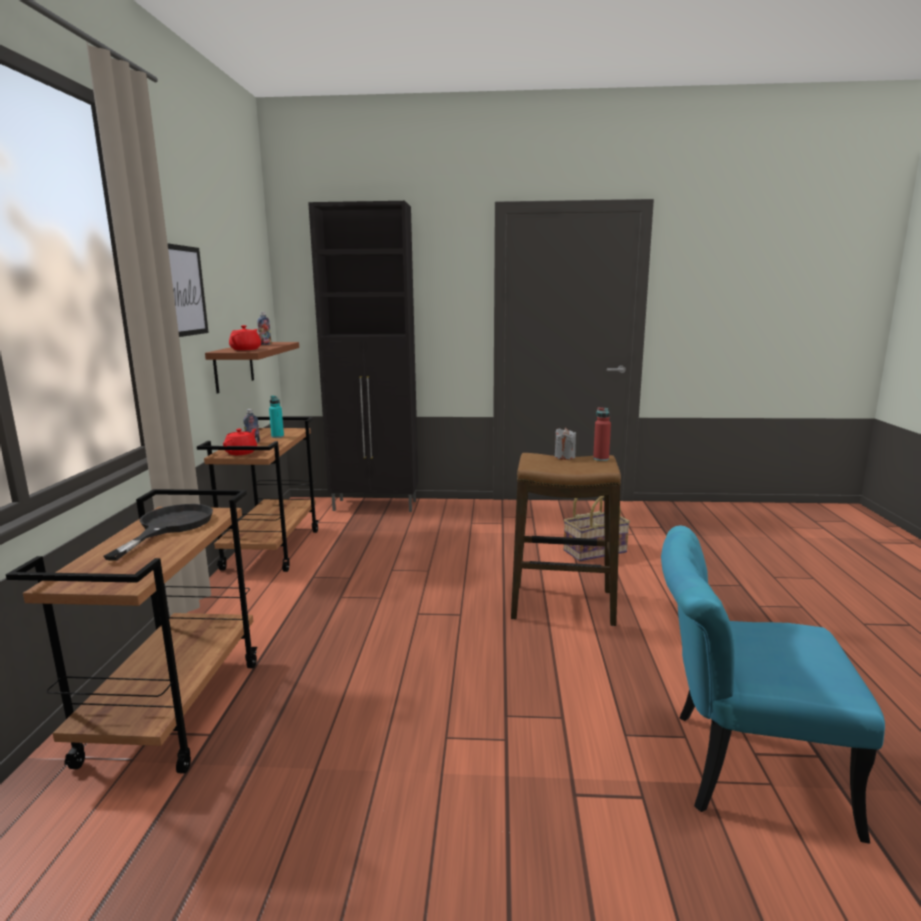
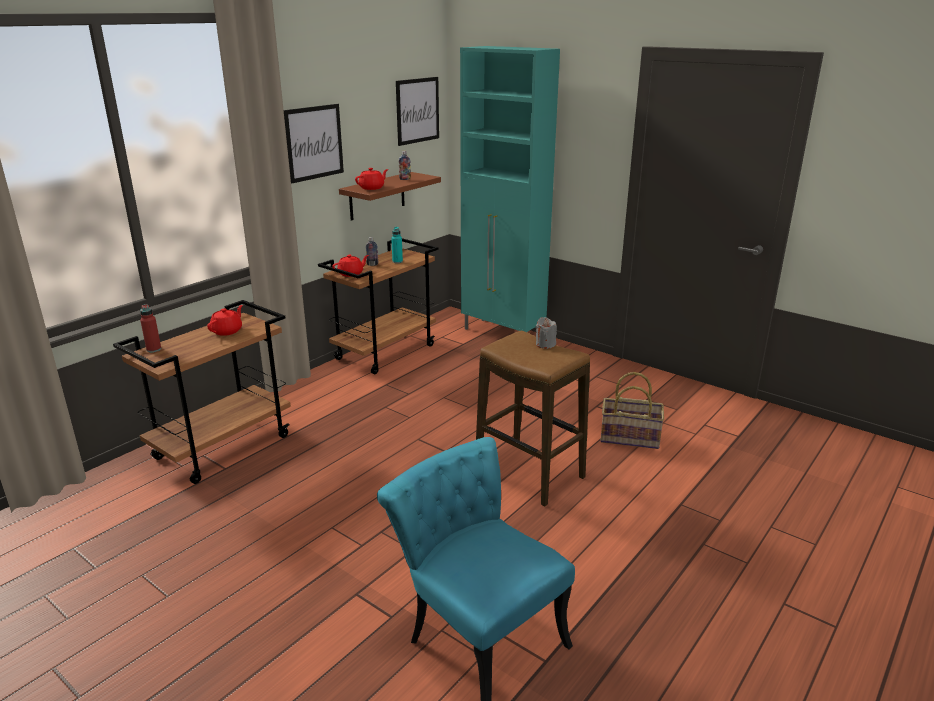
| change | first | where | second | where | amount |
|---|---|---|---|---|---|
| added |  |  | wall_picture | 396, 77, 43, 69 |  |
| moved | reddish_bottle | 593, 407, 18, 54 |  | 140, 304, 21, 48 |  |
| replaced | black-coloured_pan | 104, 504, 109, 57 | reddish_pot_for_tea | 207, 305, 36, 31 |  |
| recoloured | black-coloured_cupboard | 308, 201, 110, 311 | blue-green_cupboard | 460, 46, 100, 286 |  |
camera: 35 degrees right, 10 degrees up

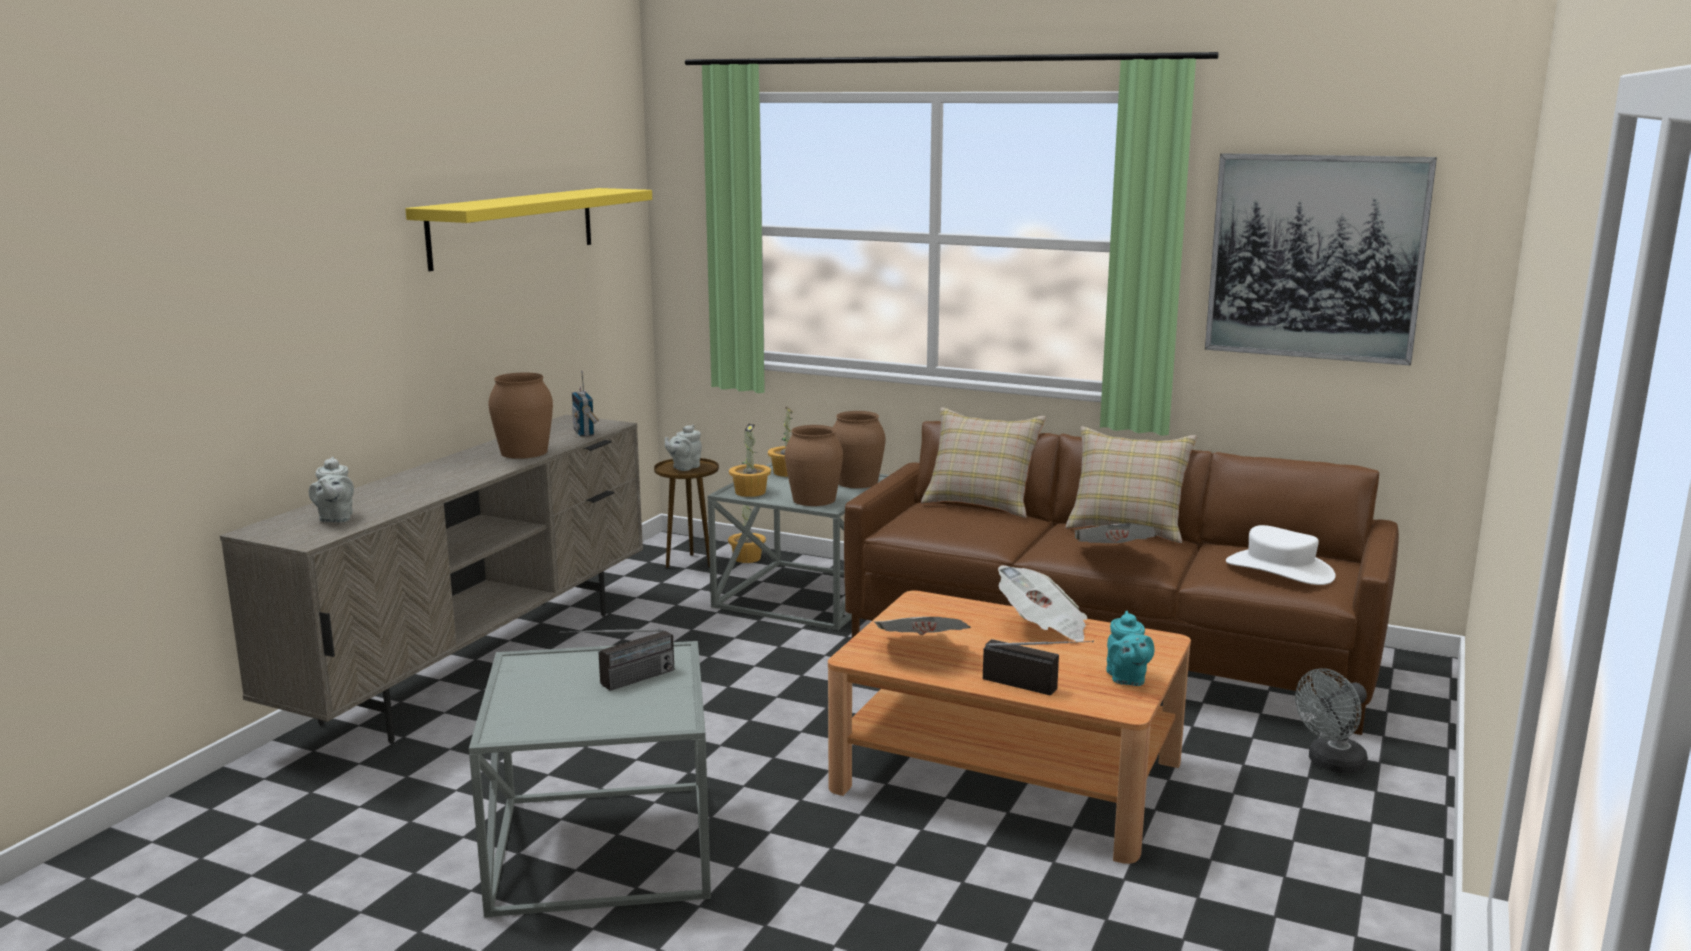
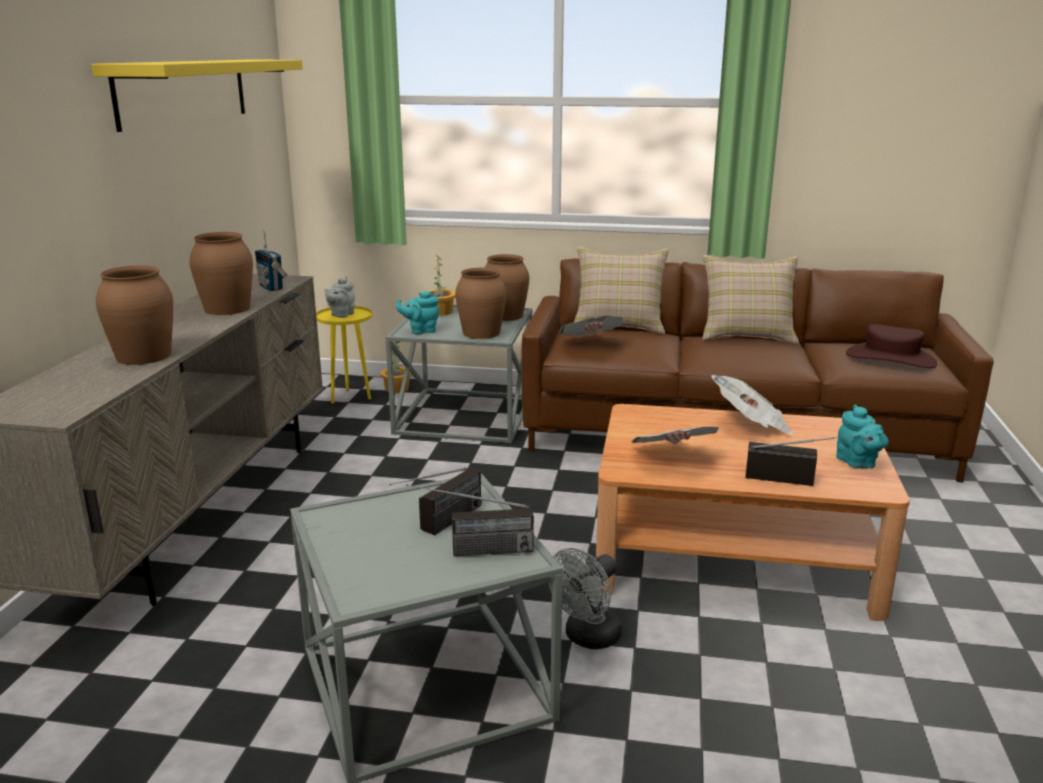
| change | first | where | second | where | amount |
|---|---|---|---|---|---|
| removed | gray_pot_for_tea | 309, 457, 45, 66 |  |  |  |
| removed | wall_picture | 1205, 153, 232, 213 |  |  |  |
| added |  |  | brownish_vase | 96, 265, 77, 100 |  |
| added |  |  | radio | 406, 484, 128, 72 |  |
| moved | printed_paper | 1074, 523, 83, 20 |  | 559, 316, 65, 20 |  |
| moved | gray_fan | 1295, 668, 73, 105 |  | 548, 548, 74, 101 |  |
| replaced | houseplant | 729, 423, 42, 74 | blue-green_pot_for_tea | 396, 291, 44, 43 |  |
| recoloured | brownish_accent_table | 654, 458, 65, 110 | yellow-coloured_accent_table | 316, 306, 56, 98 |  |
| recoloured | white_wearable_hat | 1226, 525, 110, 60 | brownish_wearable_hat | 846, 324, 91, 44 |  |
camera: 15 degrees left, 5 degrees up

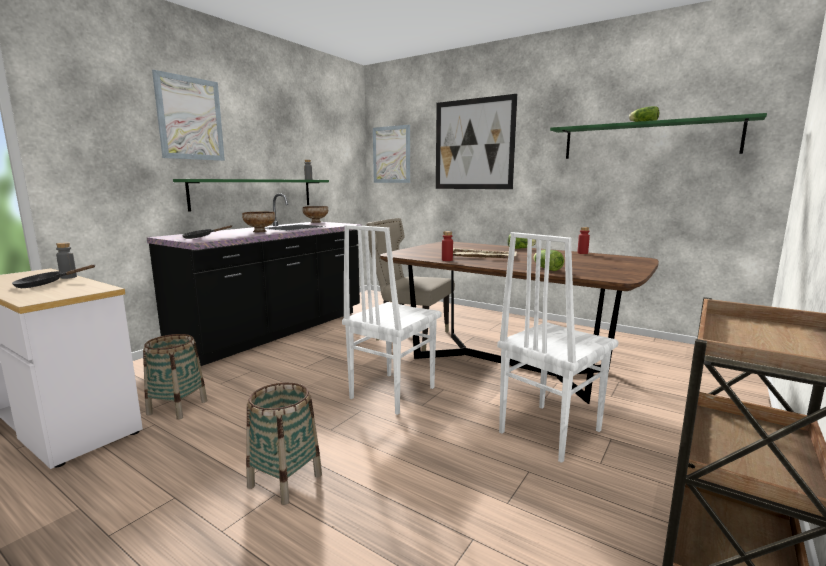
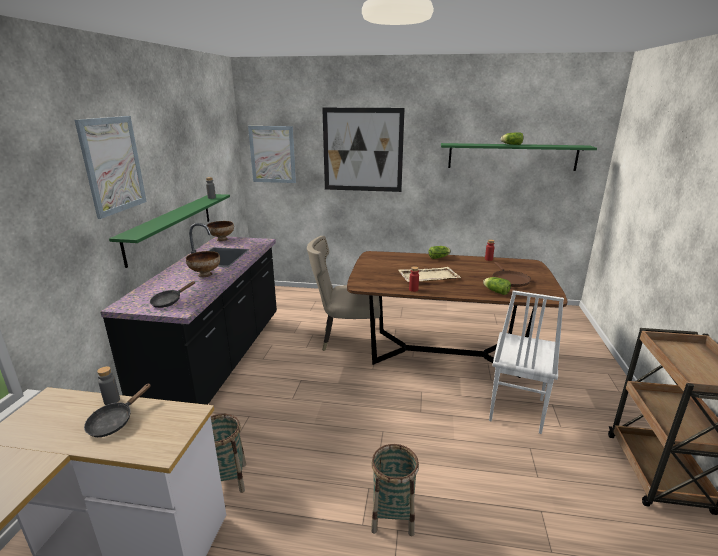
| change | first | where | second | where | amount |
|---|---|---|---|---|---|
| removed | white_chair | 342, 225, 100, 190 |  |  |  |
| added |  |  | brownish_pan | 493, 262, 38, 25 |  |
camera: 25 degrees left, 10 degrees up

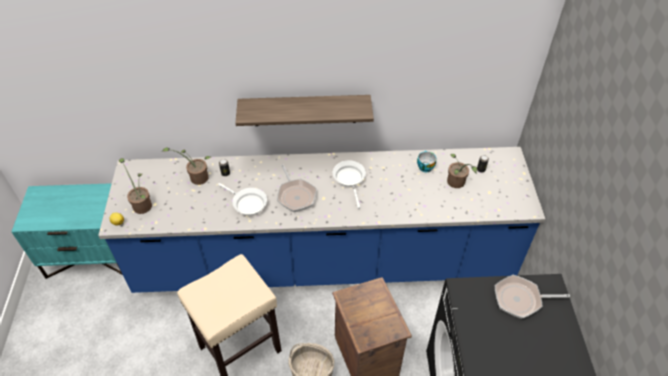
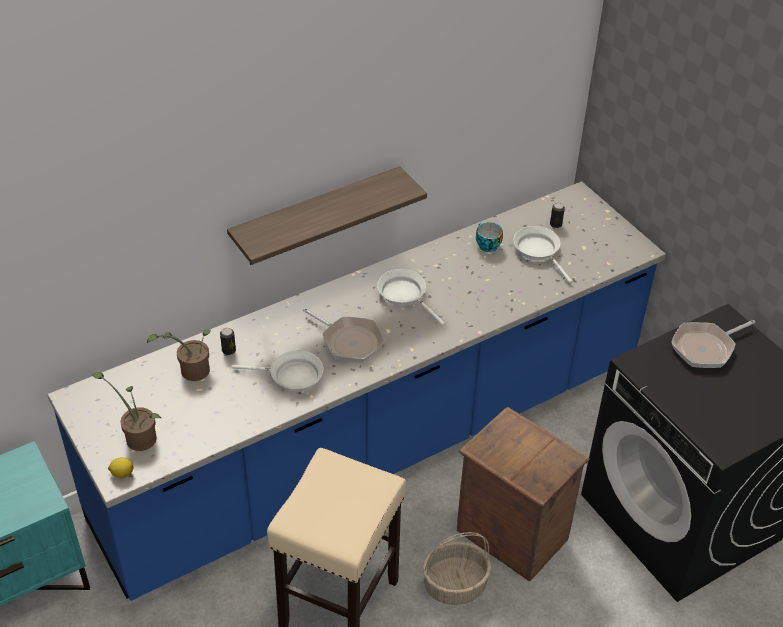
| change | first | where | second | where | amount |
|---|---|---|---|---|---|
| replaced | houseplant | 447, 154, 30, 34 | white_pan | 514, 226, 58, 57 |  |
camera: 30 degrees left, 5 degrees down

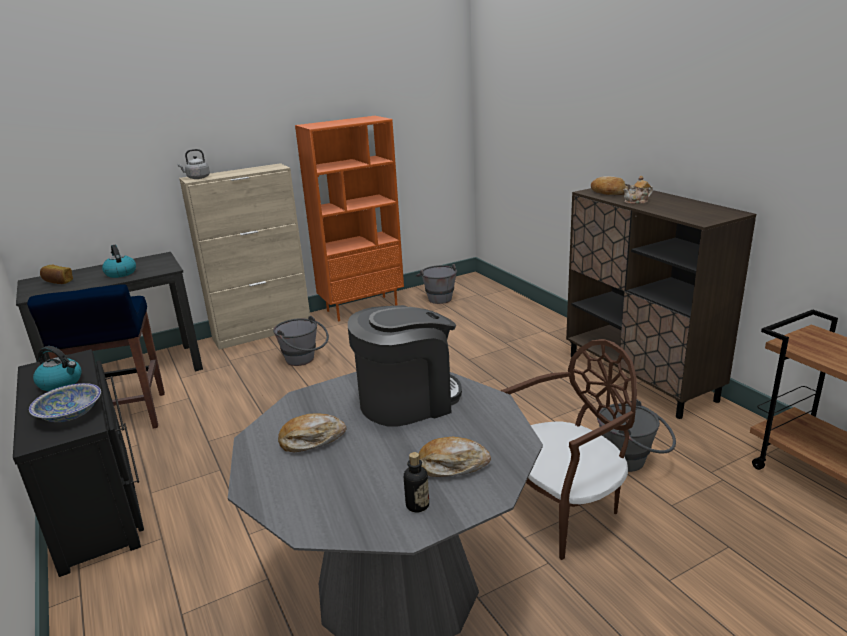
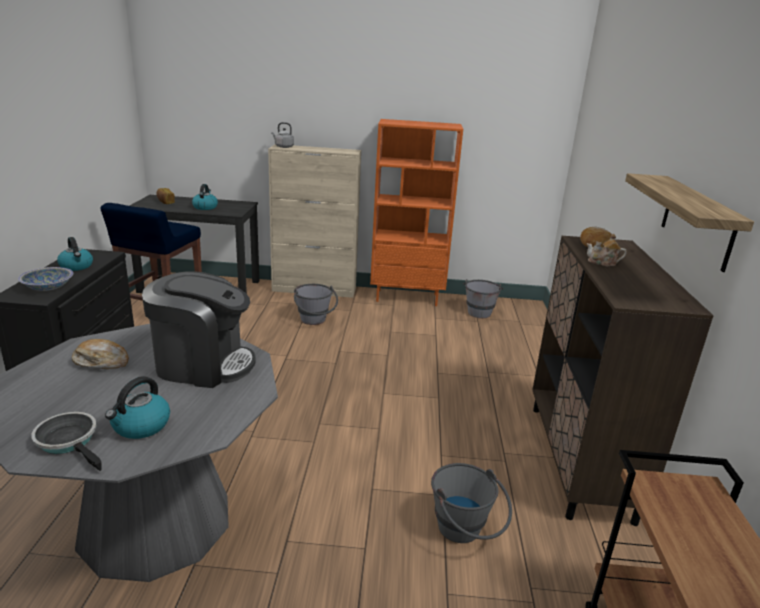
| change | first | where | second | where | amount |
|---|---|---|---|---|---|
| removed | brownish_chair | 501, 339, 136, 221 |  |  |  |
| added |  |  | shelf | 625, 173, 129, 99 |  |
| replaced | bottle | 404, 452, 25, 60 | pan | 31, 412, 71, 59 |  |
| replaced | bread | 419, 437, 72, 40 | kettle | 105, 376, 65, 63 |  |
camera: 30 degrees right, 0 degrees up

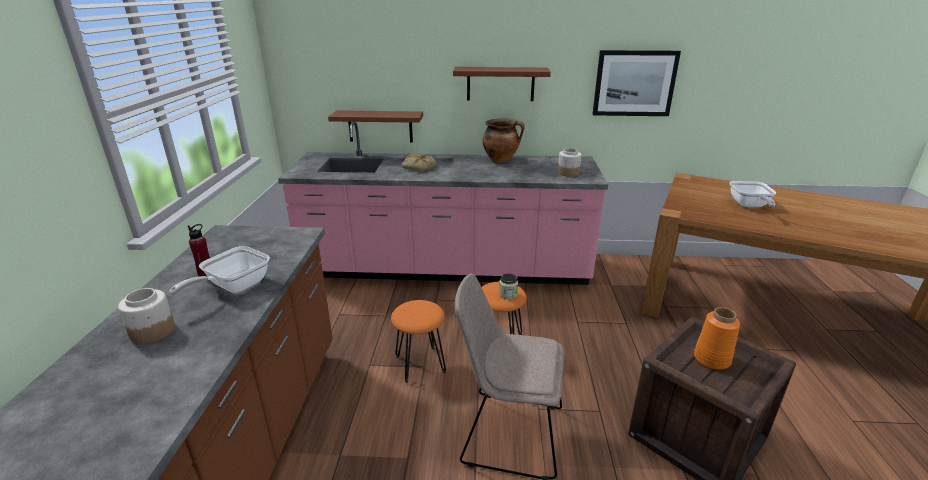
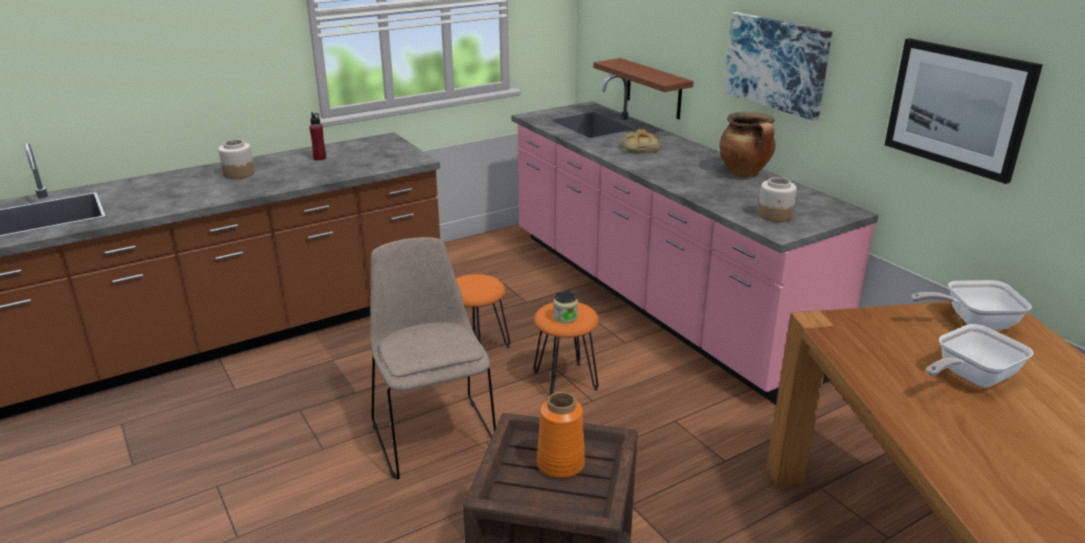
| change | first | where | second | where | amount |
|---|---|---|---|---|---|
| moved | pan | 169, 246, 101, 50 |  | 911, 280, 121, 50 |  |
| replaced | brownish_shelf | 453, 67, 98, 34 | wall_picture | 723, 12, 109, 109 |  |
camera: 55 degrees right, 0 degrees up

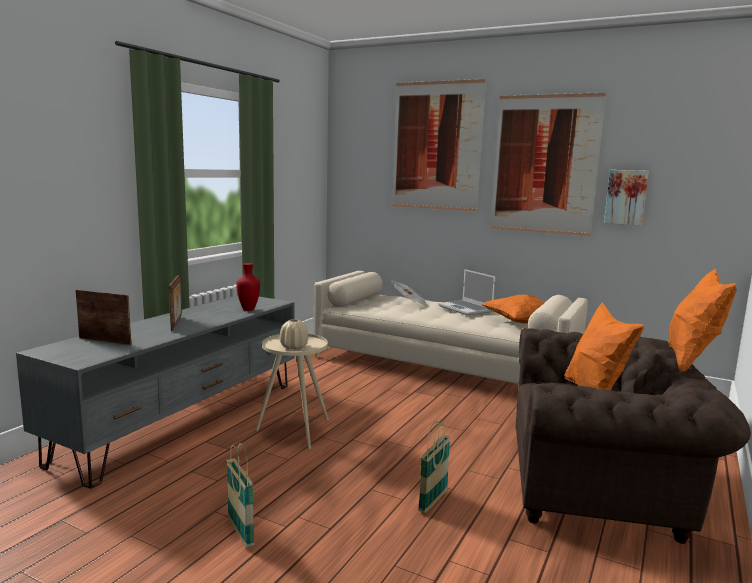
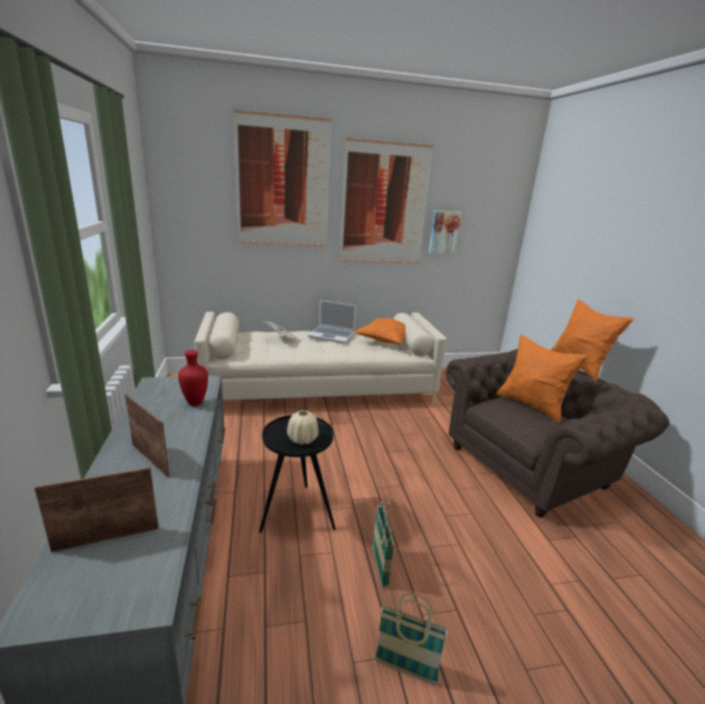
| change | first | where | second | where | amount |
|---|---|---|---|---|---|
| moved | household_basket | 418, 421, 32, 92 |  | 373, 500, 21, 87 |  |
| recoloured | beige-coloured_accent_table | 256, 334, 73, 115 | black-coloured_accent_table | 259, 415, 77, 118 |  |
camera: 40 degrees left, 10 degrees up

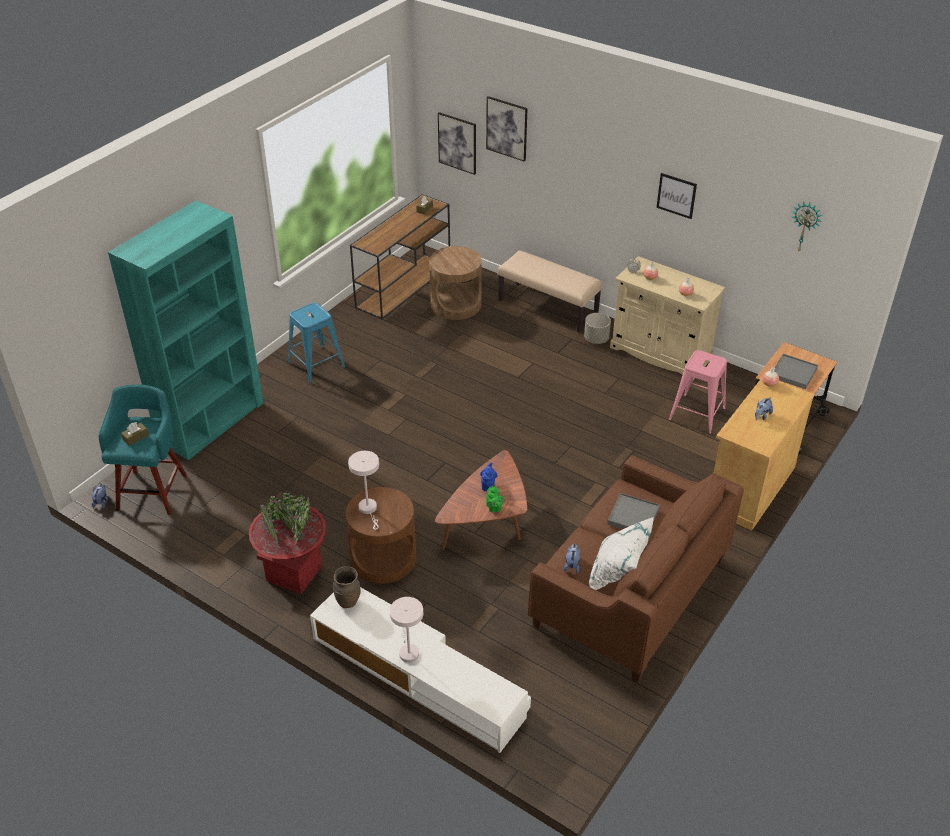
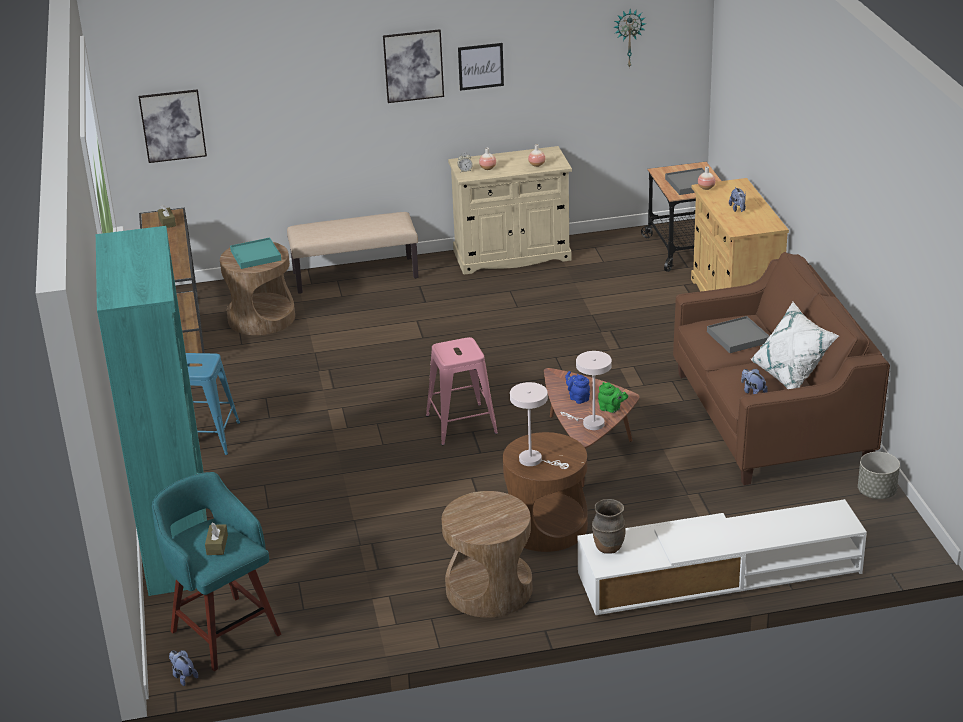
| change | first | where | second | where | amount |
|---|---|---|---|---|---|
| added |  |  | blue-green_serving_tray | 230, 237, 51, 32 |  |
| moved | white_table_lamp | 390, 597, 33, 66 |  | 560, 351, 52, 79 |  |
| moved | wall_picture | 486, 96, 42, 66 |  | 383, 29, 61, 74 |  |
| moved | gray_planter | 584, 313, 27, 31 |  | 858, 452, 42, 47 |  |
| moved | pink_stool_seat | 669, 350, 58, 84 |  | 426, 337, 72, 108 |  |
| replaced | reddish_planter | 249, 492, 77, 102 | brownish_accent_table | 442, 491, 90, 127 |  |
camera: 45 degrees left, 10 degrees down

